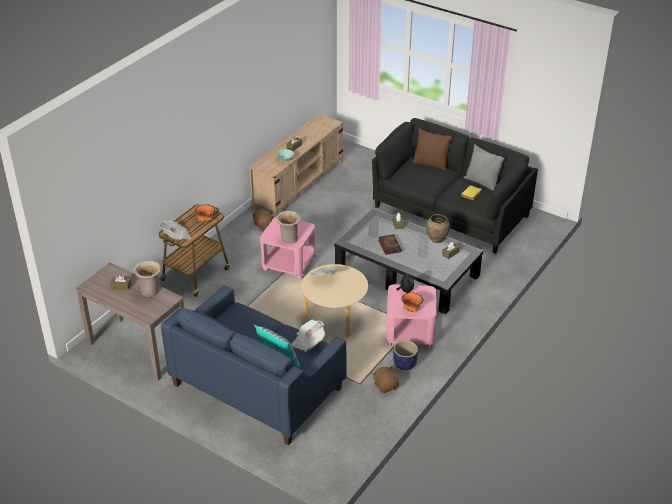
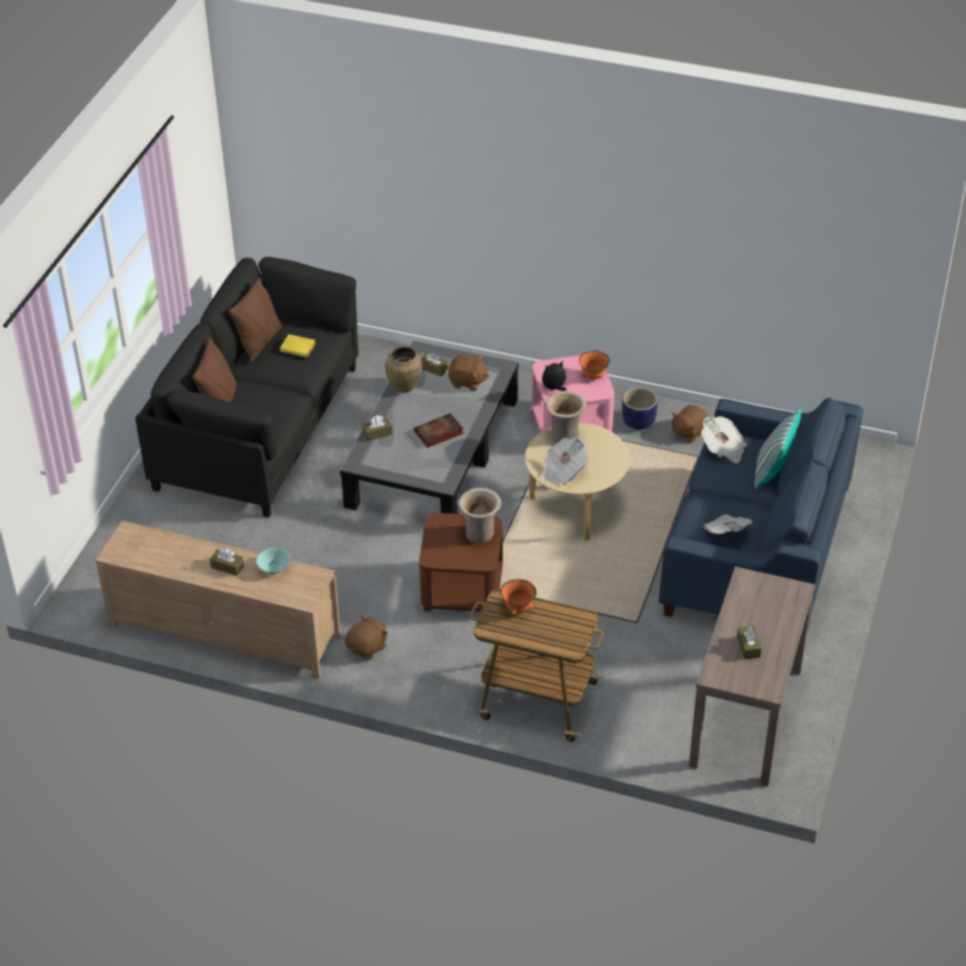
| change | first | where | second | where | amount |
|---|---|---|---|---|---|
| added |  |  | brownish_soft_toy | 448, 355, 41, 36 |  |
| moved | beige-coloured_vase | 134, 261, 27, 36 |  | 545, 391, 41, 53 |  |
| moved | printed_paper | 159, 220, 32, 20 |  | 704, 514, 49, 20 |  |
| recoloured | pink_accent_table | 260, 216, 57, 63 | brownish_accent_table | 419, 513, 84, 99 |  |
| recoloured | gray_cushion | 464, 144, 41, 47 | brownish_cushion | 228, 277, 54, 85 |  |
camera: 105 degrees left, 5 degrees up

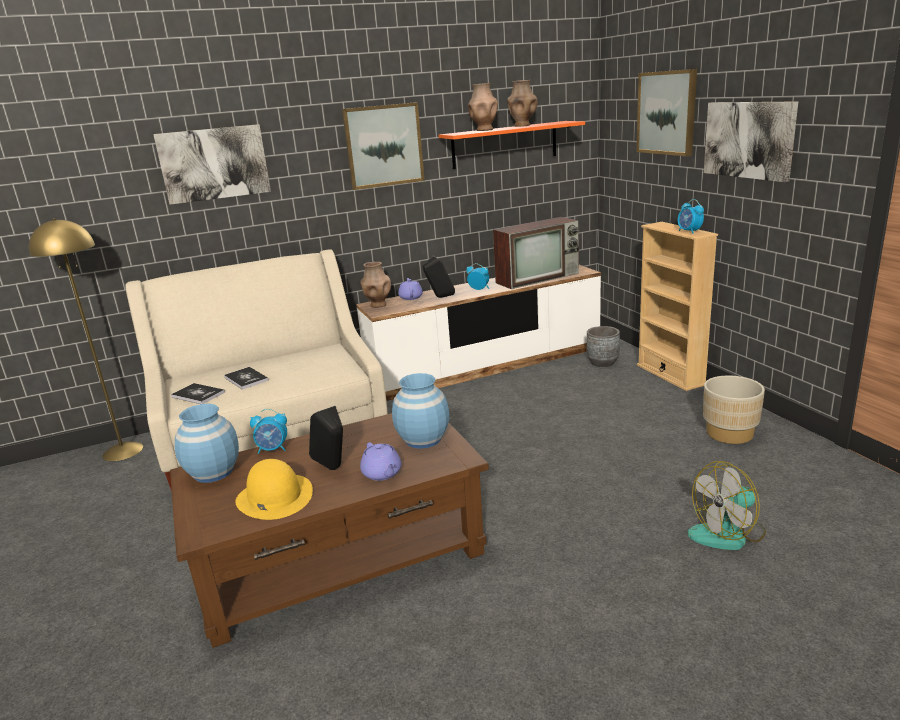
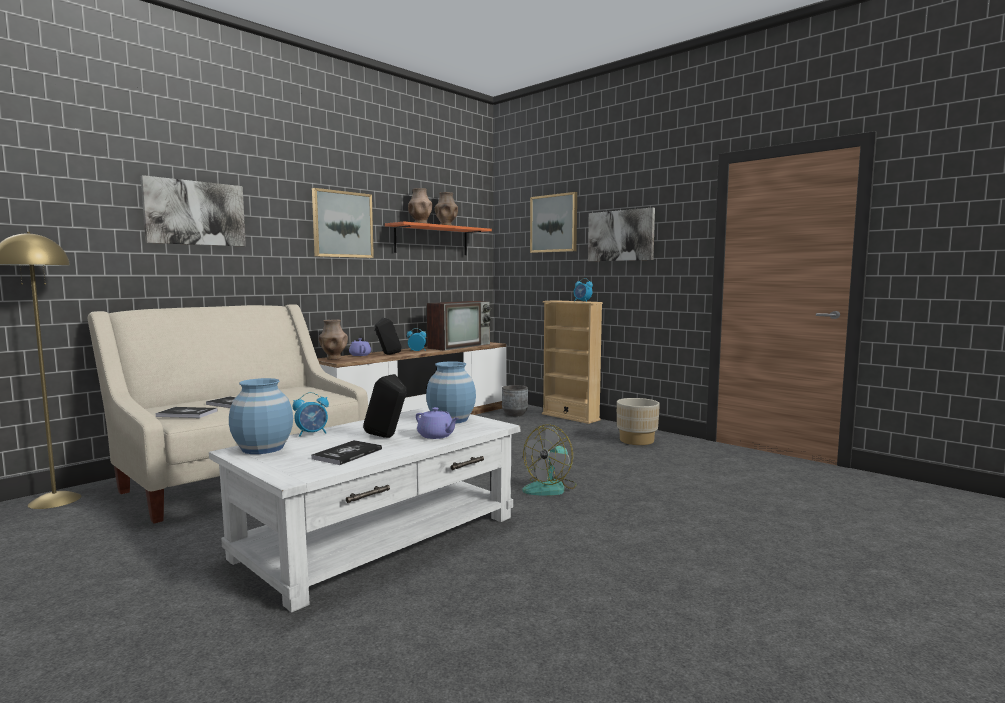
| change | first | where | second | where | amount |
|---|---|---|---|---|---|
| moved | fan | 688, 461, 78, 89 |  | 522, 424, 54, 72 |  |
| replaced | yellow-coloured_wearable_hat | 235, 459, 78, 61 | bound_book | 311, 440, 71, 25 |  |
| recoloured | brownish_coffee_table | 170, 413, 319, 235 | white_coffee_table | 209, 407, 311, 206 |  |
camera: 25 degrees left, 15 degrees down

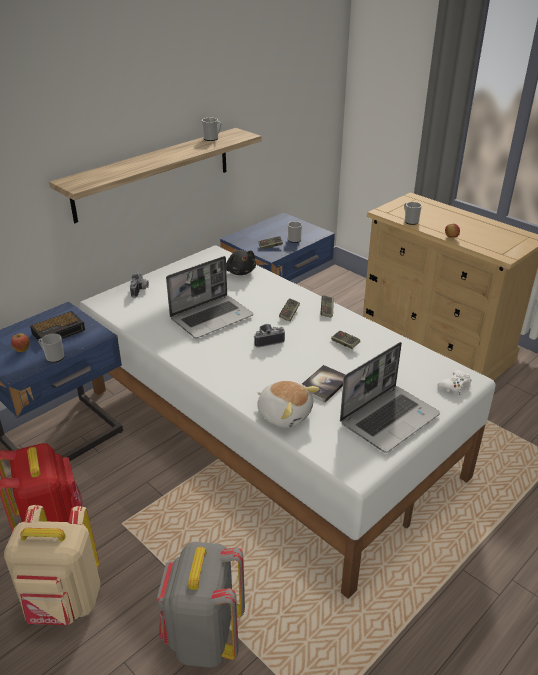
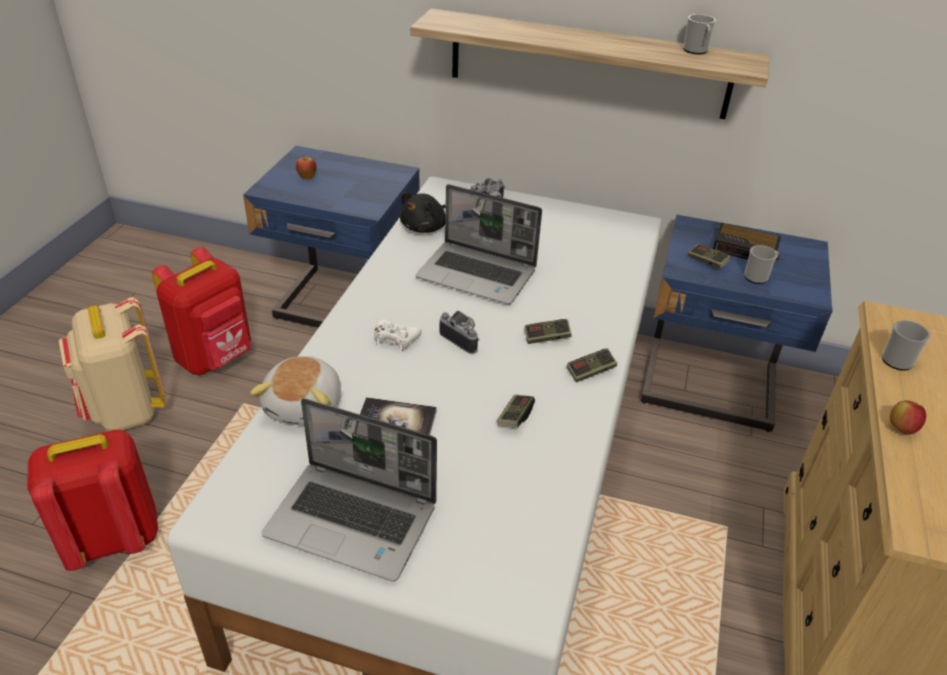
| change | first | where | second | where | amount |
|---|---|---|---|---|---|
| removed | mug | 38, 334, 26, 29 |  |  |  |
| moved | alarm_clock | 30, 311, 55, 30 |  | 713, 223, 68, 42 |  |
| moved | black-coloured_soft_toy | 226, 250, 30, 25 |  | 400, 192, 46, 41 |  |
| moved | white_game_controller | 438, 370, 34, 25 |  | 374, 319, 48, 32 |  |
| recoloured | gray_rucksack | 157, 542, 88, 126 | reddish_rucksack | 27, 430, 131, 141 |  |
camera: 60 degrees right, 5 degrees up

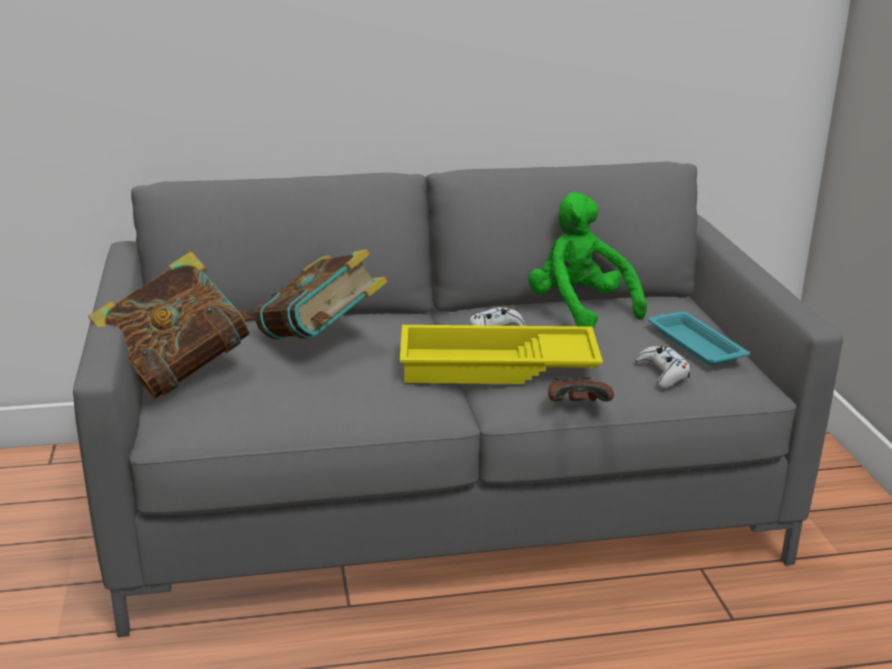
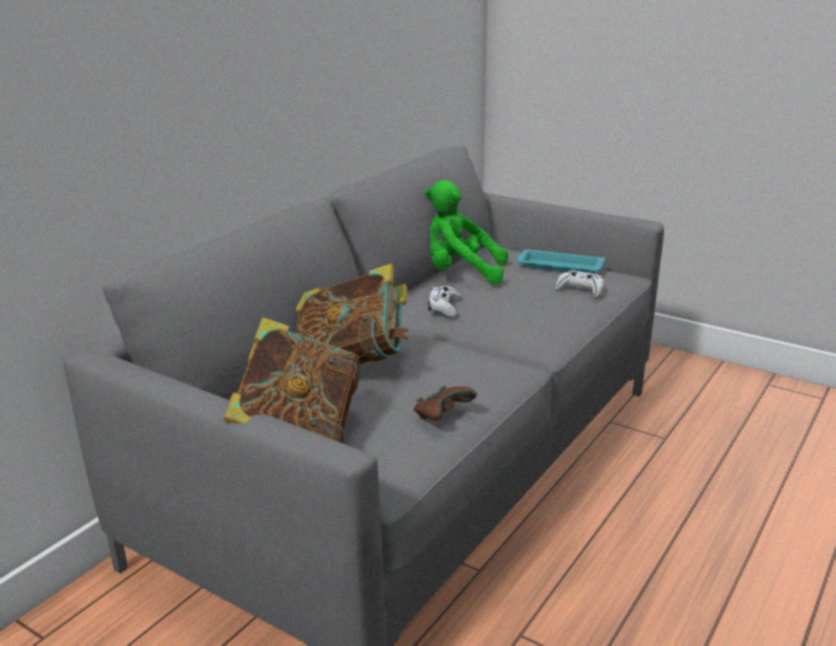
| change | first | where | second | where | amount |
|---|---|---|---|---|---|
| removed | yellow-coloured_serving_tray | 400, 325, 203, 59 |  |  |  |
| moved | brownish_game_controller | 548, 376, 66, 26 |  | 414, 386, 63, 35 |  |
camera: 45 degrees left, 0 degrees up

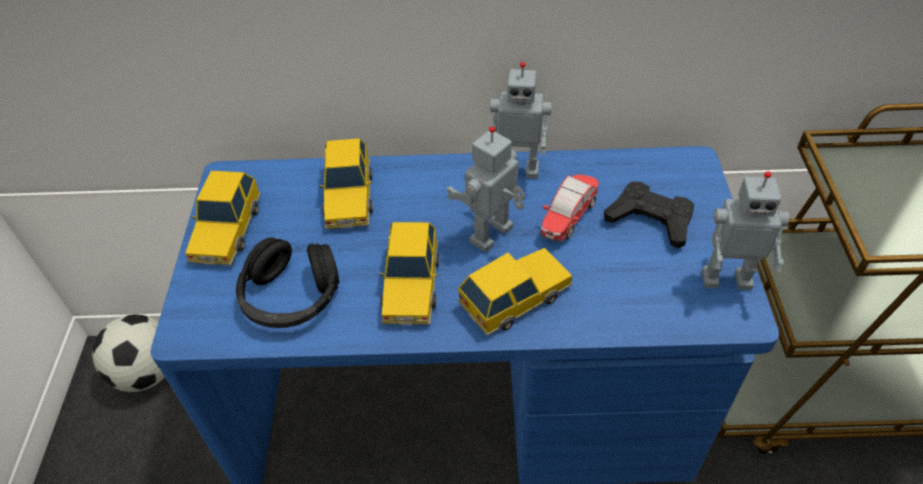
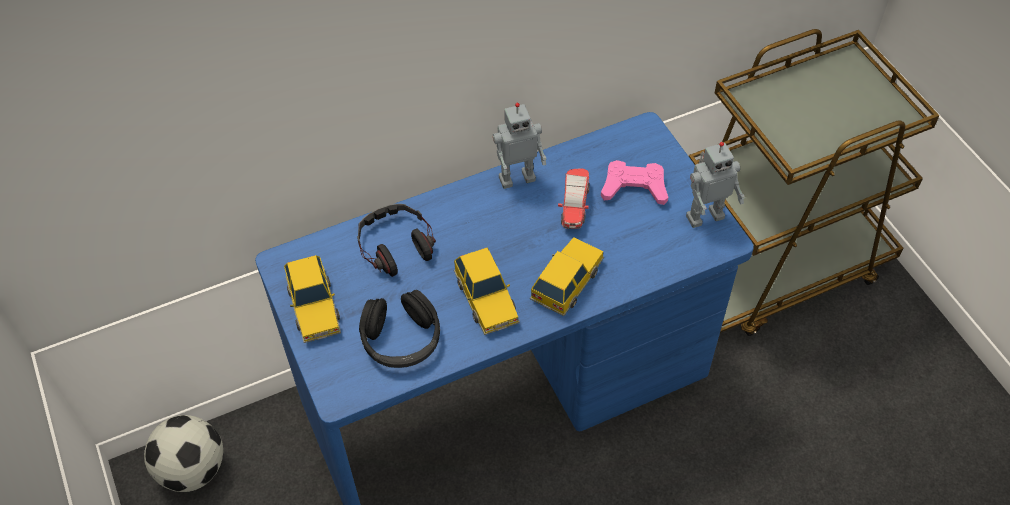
| change | first | where | second | where | amount |
|---|---|---|---|---|---|
| removed | robot_figure | 446, 126, 79, 126 |  |  |  |
| replaced | toy_car | 319, 138, 54, 91 | headset | 357, 204, 79, 73 |  |
| recoloured | black-coloured_game_controller | 604, 182, 90, 67 | pink_game_controller | 601, 160, 67, 45 |  |
camera: 25 degrees left, 5 degrees up

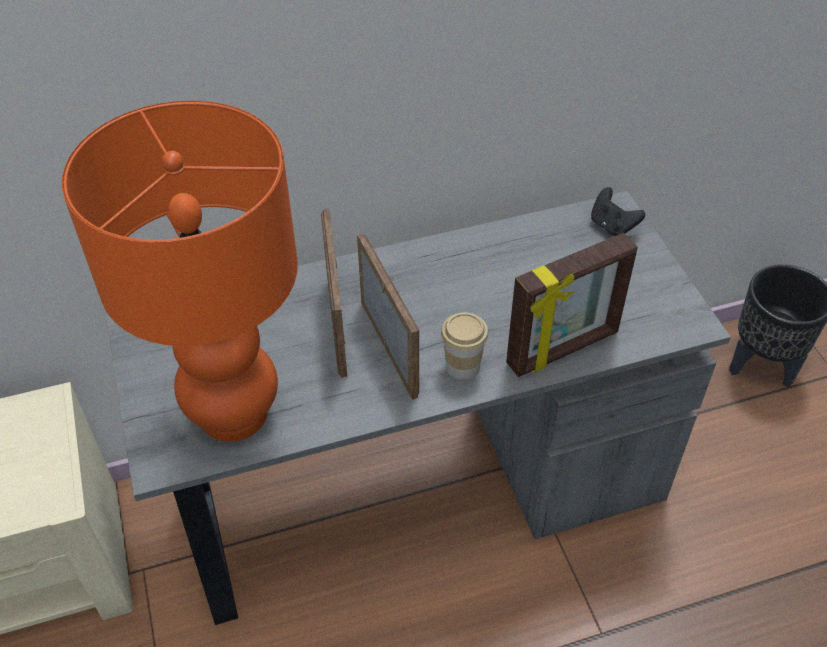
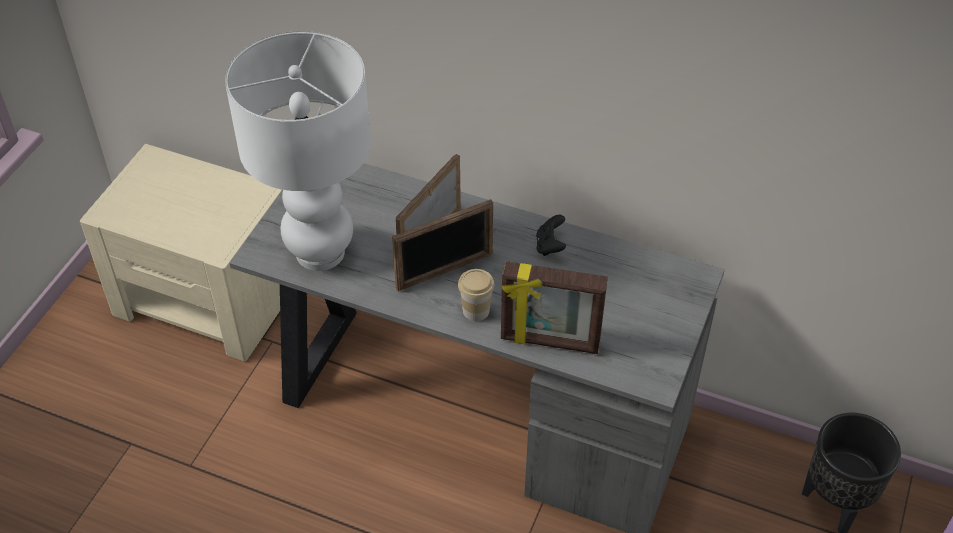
| change | first | where | second | where | amount |
|---|---|---|---|---|---|
| moved | black-coloured_game_controller | 591, 187, 54, 49 |  | 536, 215, 30, 41 |  |
| recoloured | orangey_table_lamp | 62, 101, 236, 341 | white_table_lamp | 225, 31, 146, 240 |  |
| turned | picture_frame | 357, 233, 62, 167 |  | 392, 199, 101, 92 | 45 degrees clockwise |
camera: 40 degrees right, 0 degrees up

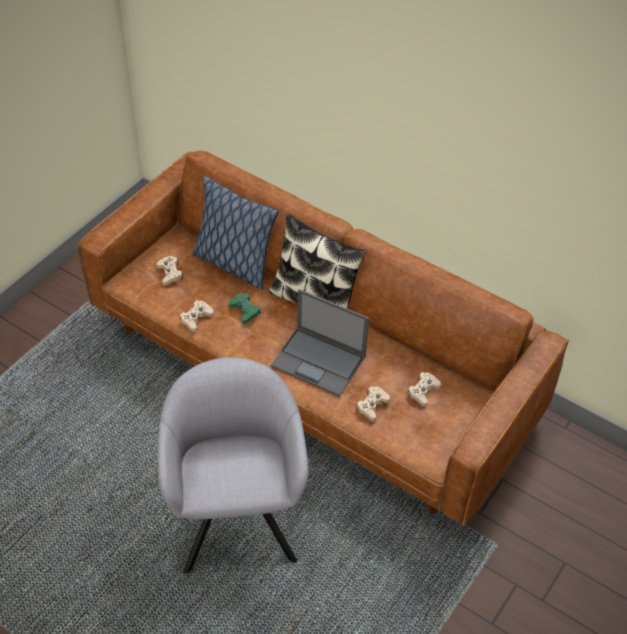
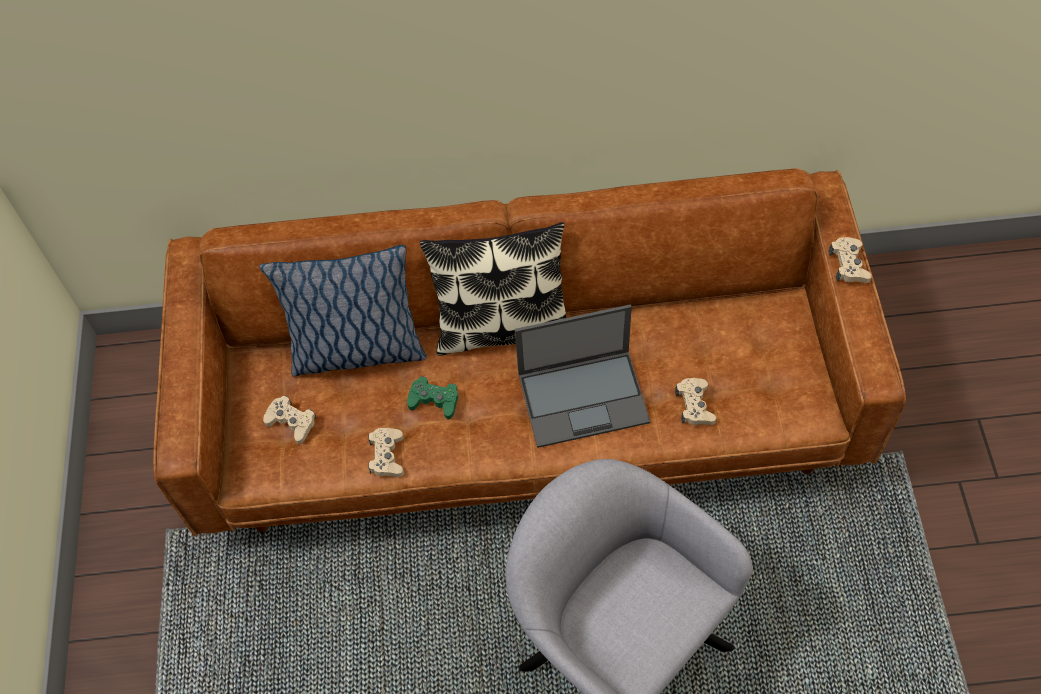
| change | first | where | second | where | amount |
|---|---|---|---|---|---|
| moved | beige-coloured_game_controller | 407, 372, 34, 35 |  | 829, 237, 43, 46 |  |
camera: 35 degrees left, 10 degrees up

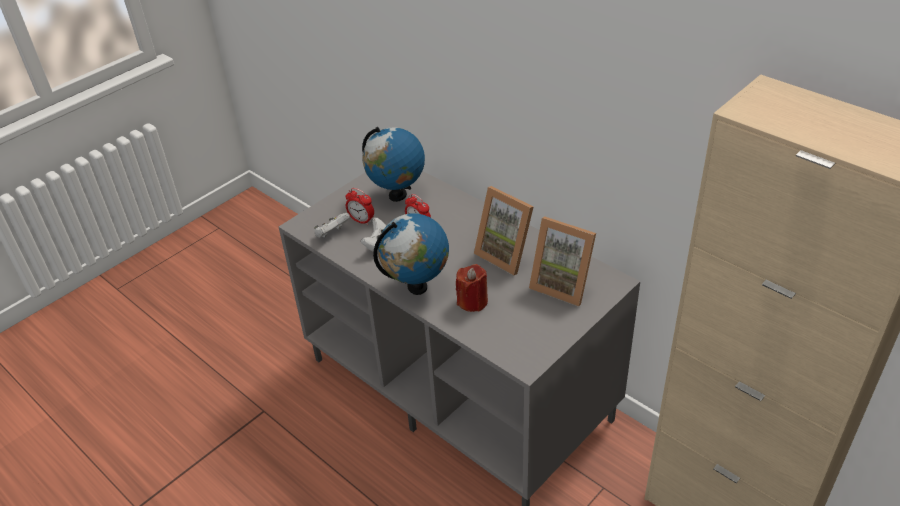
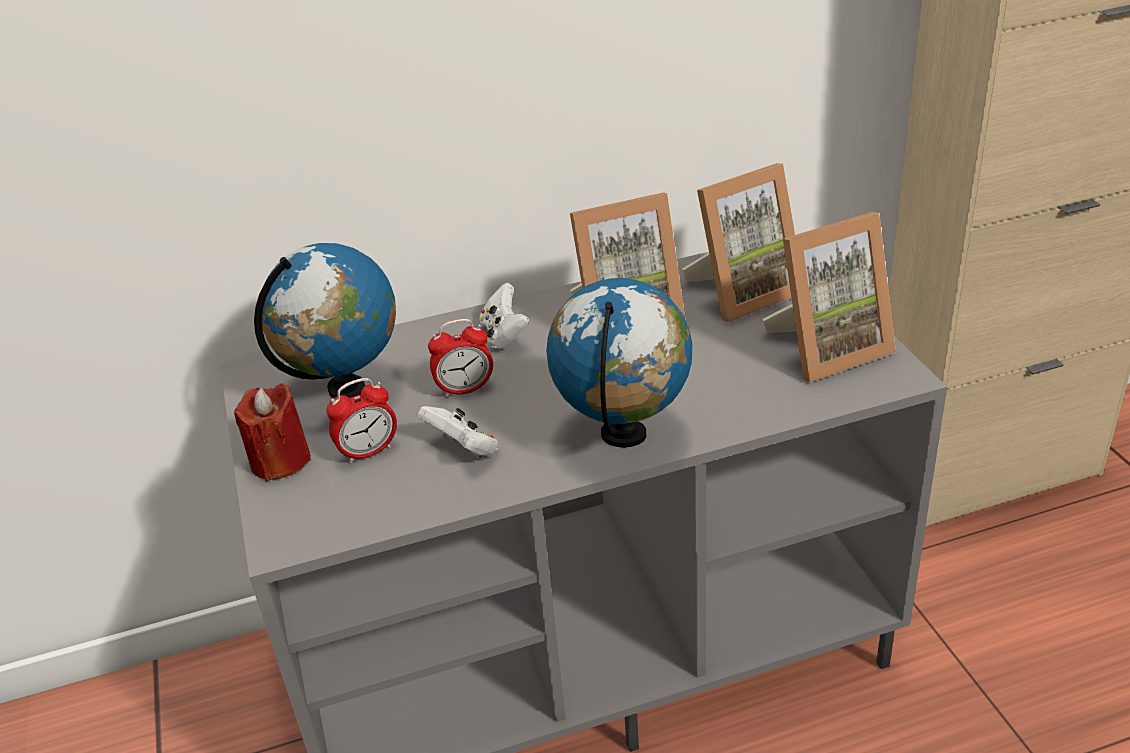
| change | first | where | second | where | amount |
|---|---|---|---|---|---|
| added |  |  | picture_frame | 763, 212, 133, 170 |  |
| moved | white_game_controller | 314, 213, 36, 25 |  | 479, 283, 50, 67 |  |
| moved | reddish_wax_candle | 456, 264, 32, 48 |  | 234, 383, 77, 98 |  |
camera: 60 degrees left, 5 degrees down

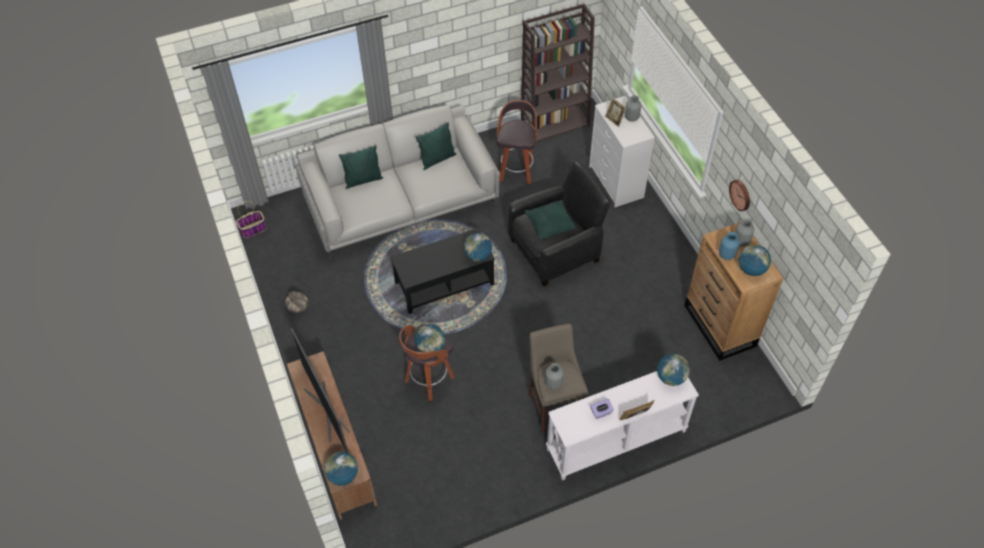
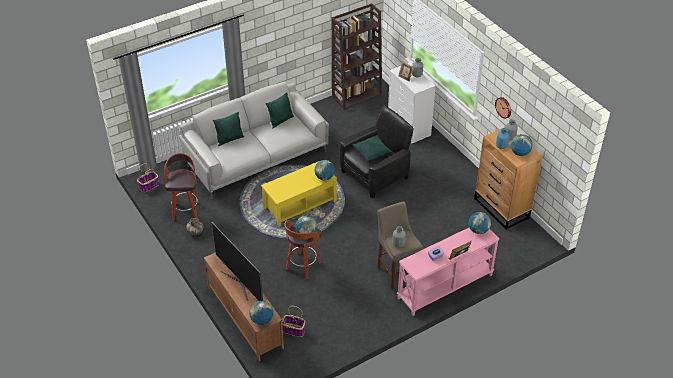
| change | first | where | second | where | amount |
|---|---|---|---|---|---|
| added |  |  | household_basket | 282, 306, 23, 31 |  |
| moved | stool_seat | 497, 100, 40, 85 |  | 164, 153, 36, 67 |  |
| recoloured | black-coloured_coffee_table | 390, 228, 105, 86 | yellow-coloured_coffee_table | 261, 161, 76, 66 |  |
| recoloured | white_narrow_table | 546, 371, 153, 109 | pink_narrow_table | 397, 228, 103, 88 |  |
camera: 10 degrees left, 10 degrees down

